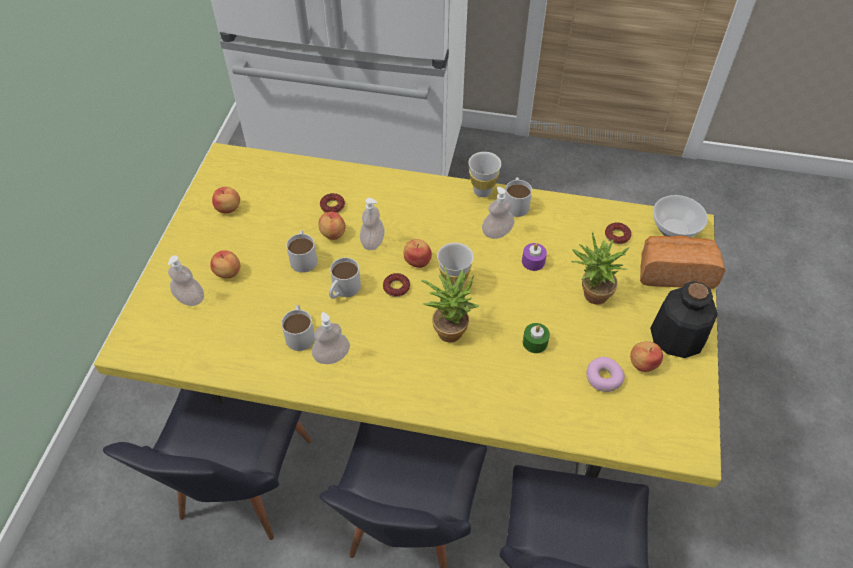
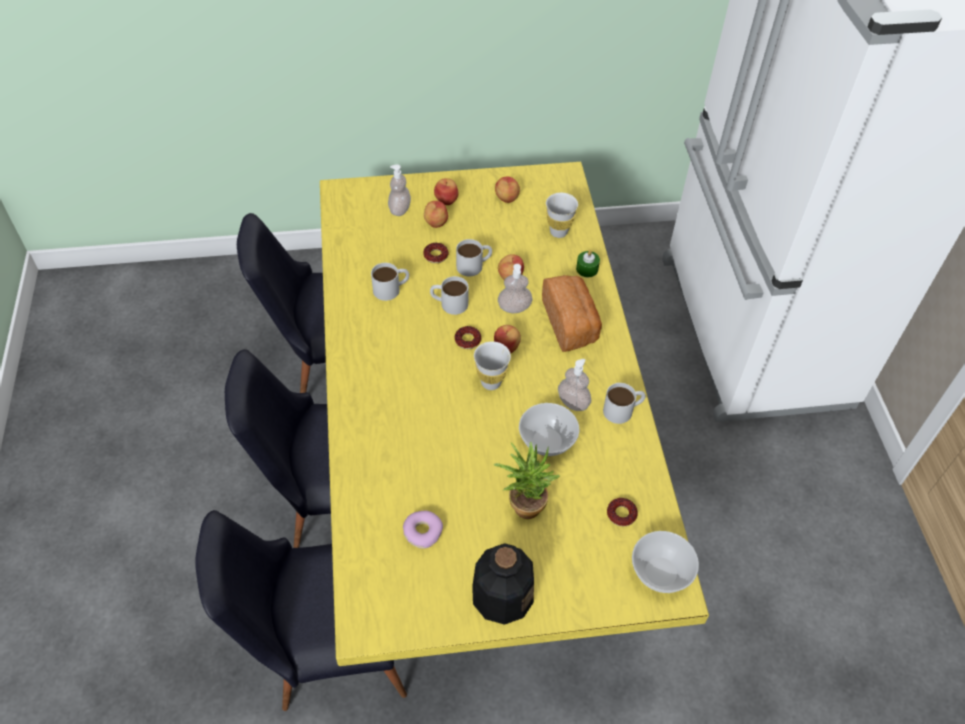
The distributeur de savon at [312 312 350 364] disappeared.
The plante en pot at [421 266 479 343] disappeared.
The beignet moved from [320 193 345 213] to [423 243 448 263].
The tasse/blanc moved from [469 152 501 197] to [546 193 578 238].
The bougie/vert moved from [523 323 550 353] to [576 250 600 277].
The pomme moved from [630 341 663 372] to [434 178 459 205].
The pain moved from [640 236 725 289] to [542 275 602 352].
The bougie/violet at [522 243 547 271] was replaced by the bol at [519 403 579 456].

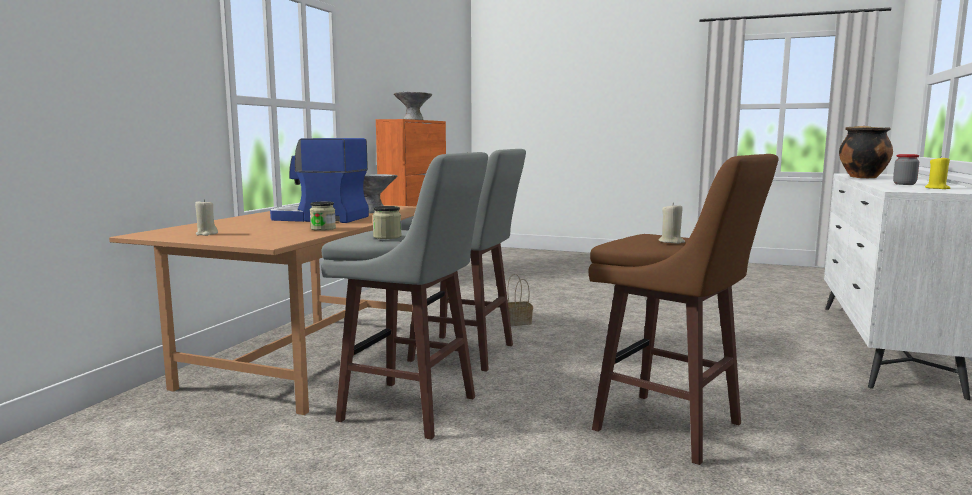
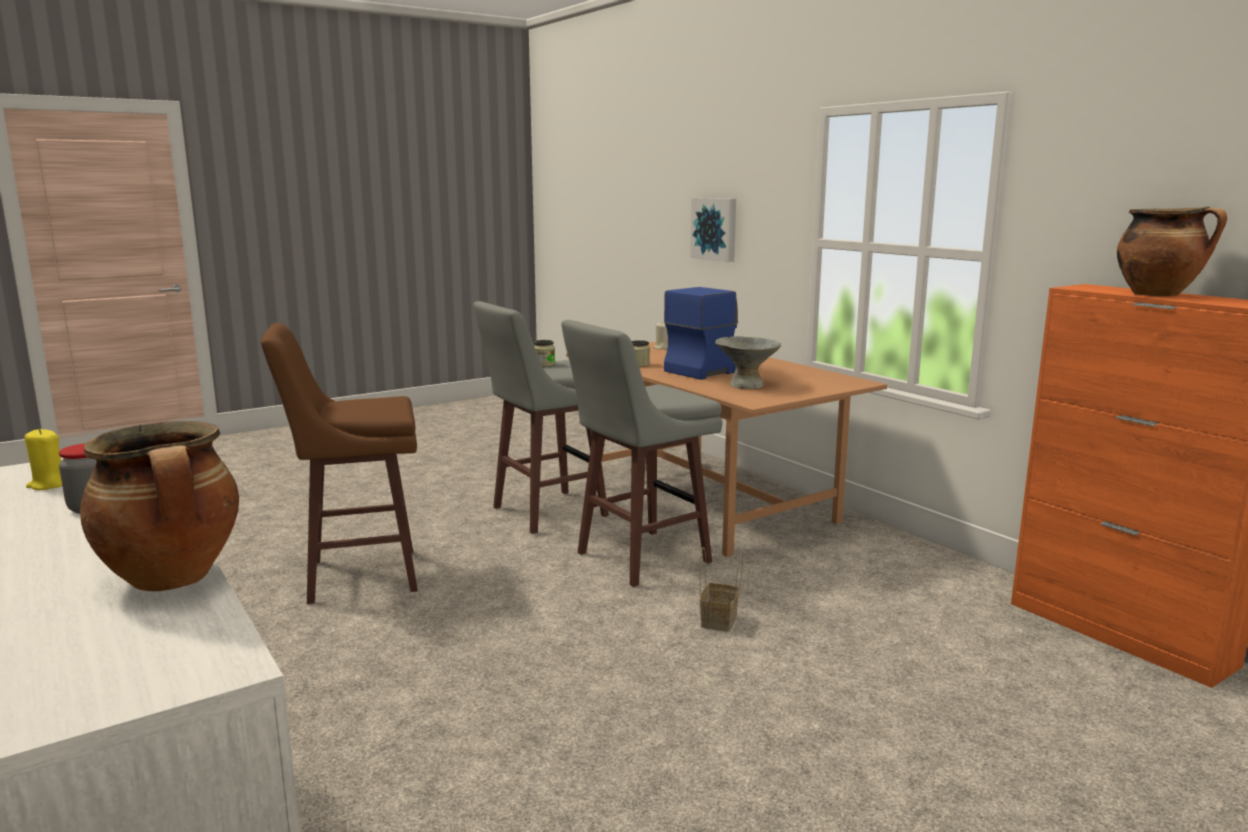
The bougie/beige at [659 203 685 244] disappeared.
The tableau at [690 198 736 262] appeared.
The bol/gris at [394 92 432 120] was replaced by the marmite at [1117 207 1227 297].

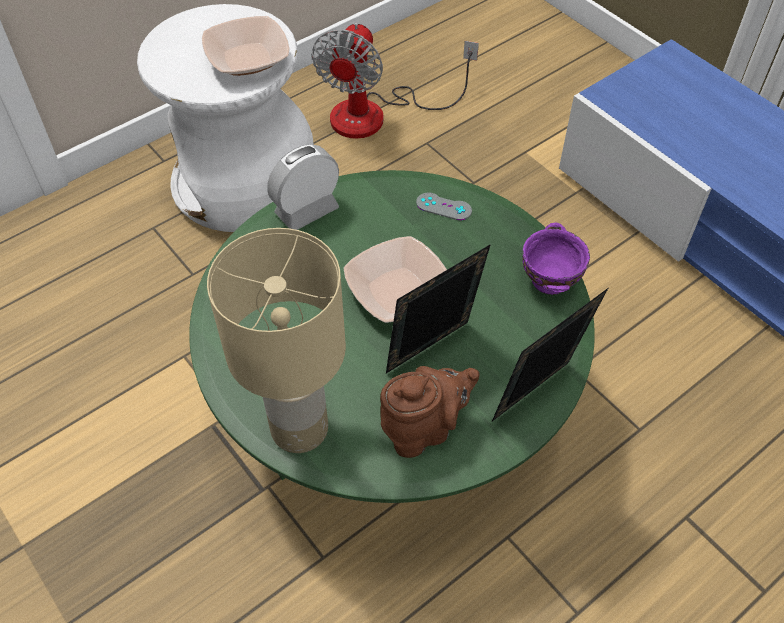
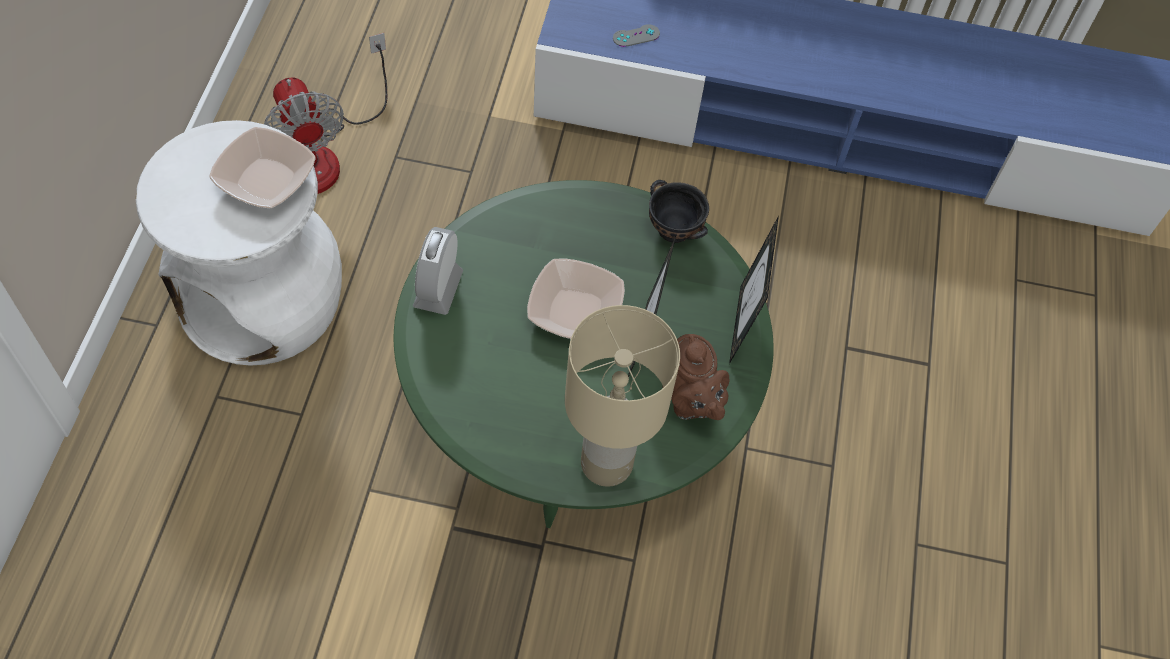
The manette/gris moved from [416 193 472 220] to [613 24 660 47].
The bol/violet at [522 223 590 295] became the bol/noir at [649 180 709 243].
The théière/marron at [380 366 480 458] turned 135 degrees clockwise.

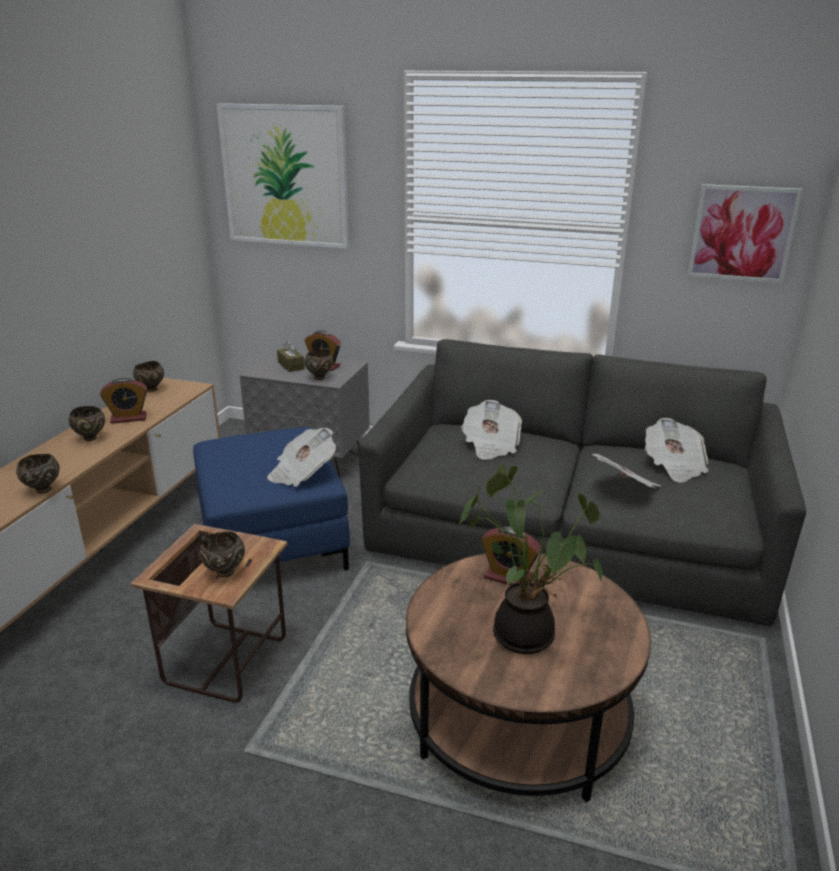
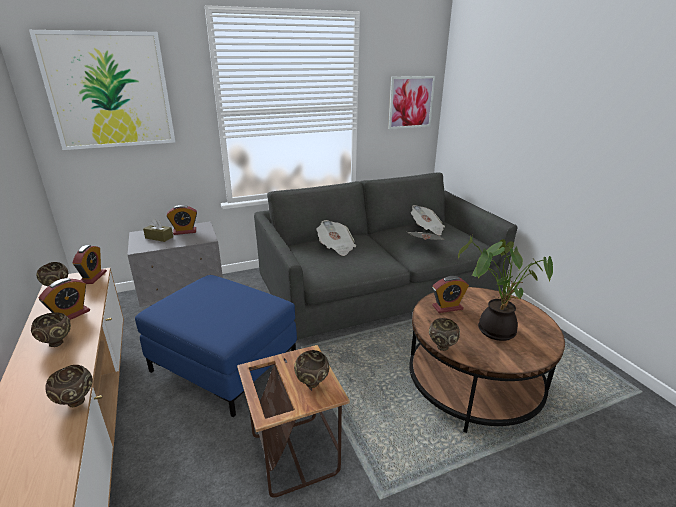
The journal at [267 428 336 487] disappeared.
The réveil at [72 245 107 284] appeared.
The bol/marron moved from [304 350 333 380] to [429 318 460 351].

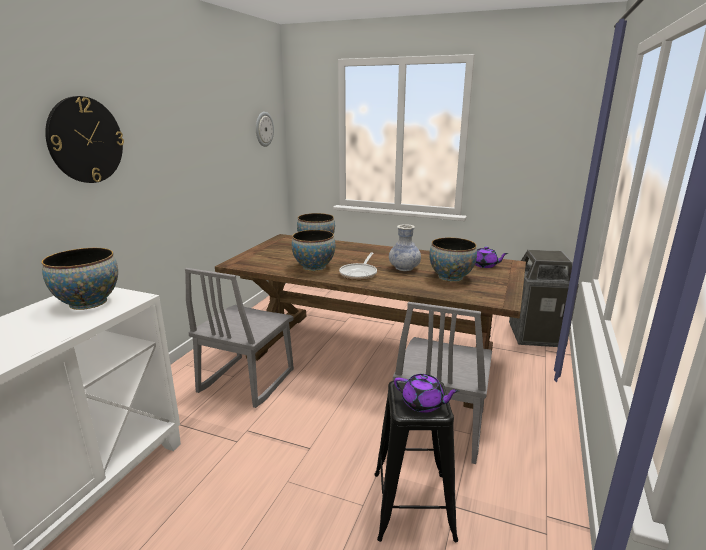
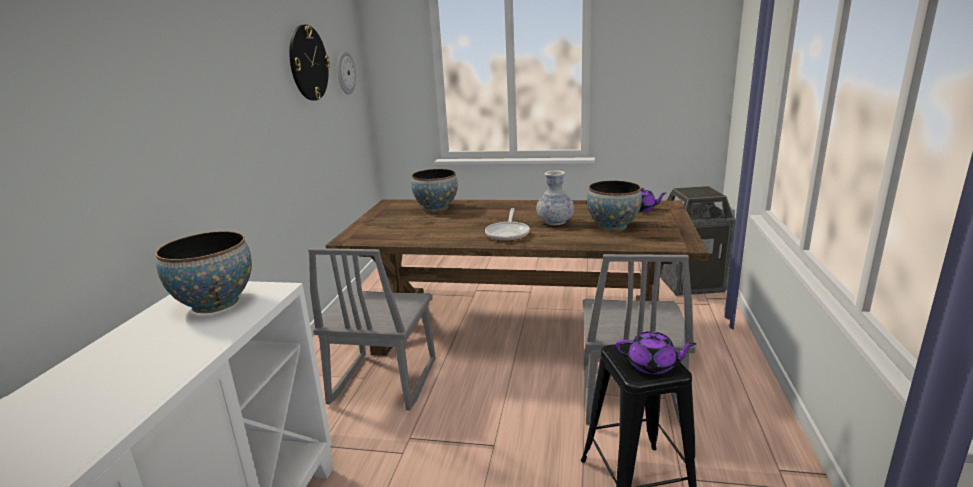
The bol at [292 230 335 271] disappeared.
The horloge murale moved from [45 96 124 183] to [289 25 330 101].

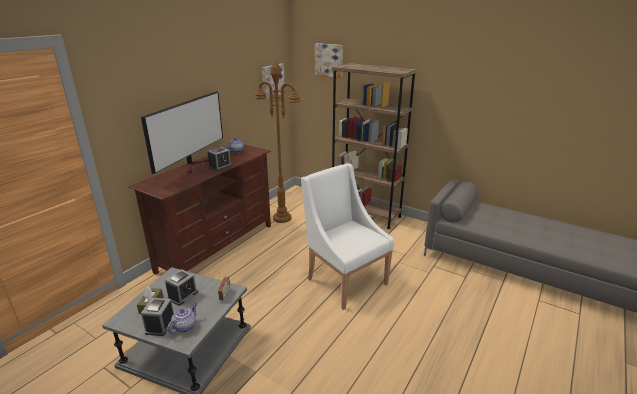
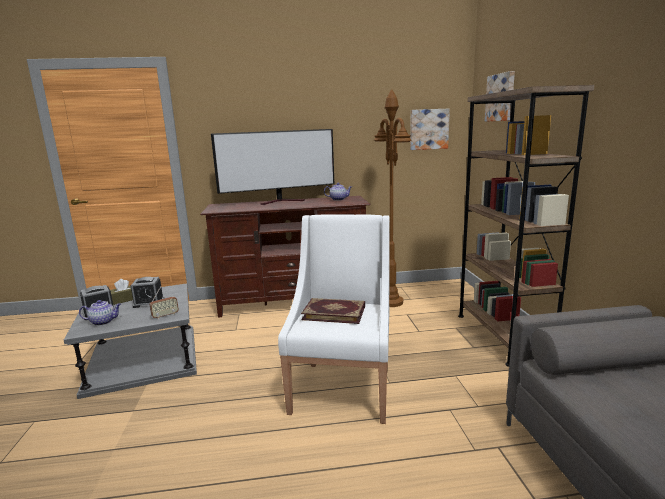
The réveil at [208 147 232 171] disappeared.
The livre at [301 298 365 324] appeared.

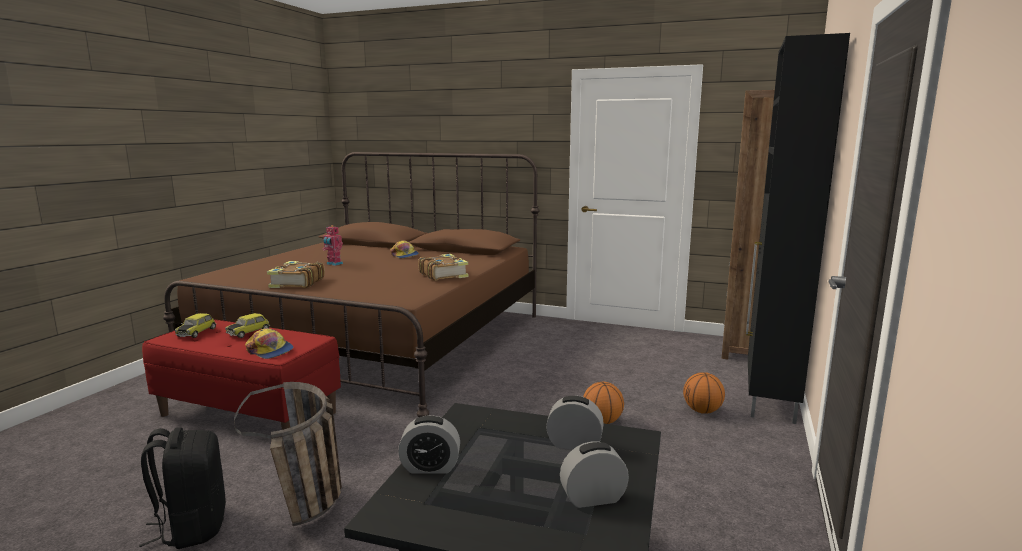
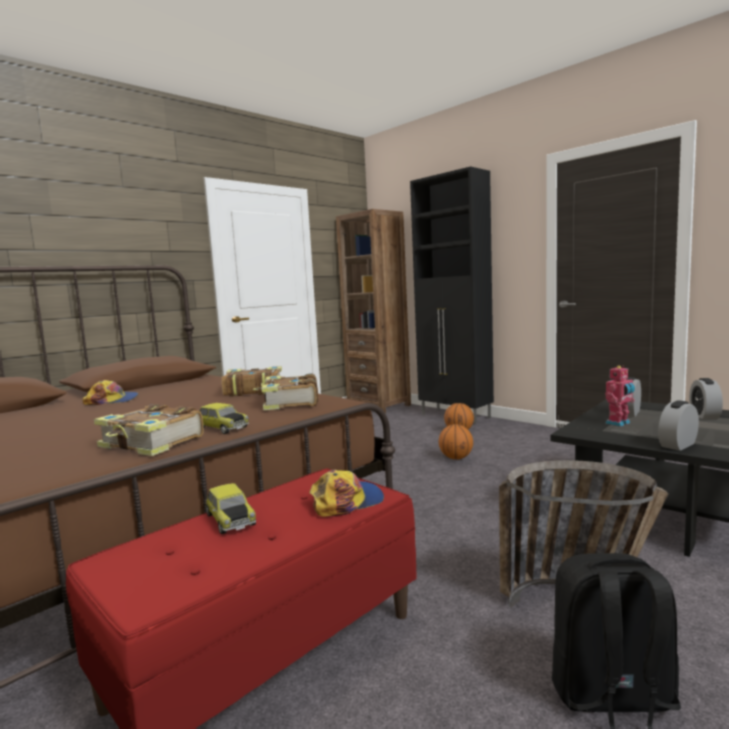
The livre at [253 373 318 410] appeared.
The petite voiture moved from [175 313 216 338] to [200 403 249 434].
The robot jouet moved from [323 225 343 266] to [605 366 635 427].
The réveil at [398 415 460 474] turned 150 degrees counterclockwise.

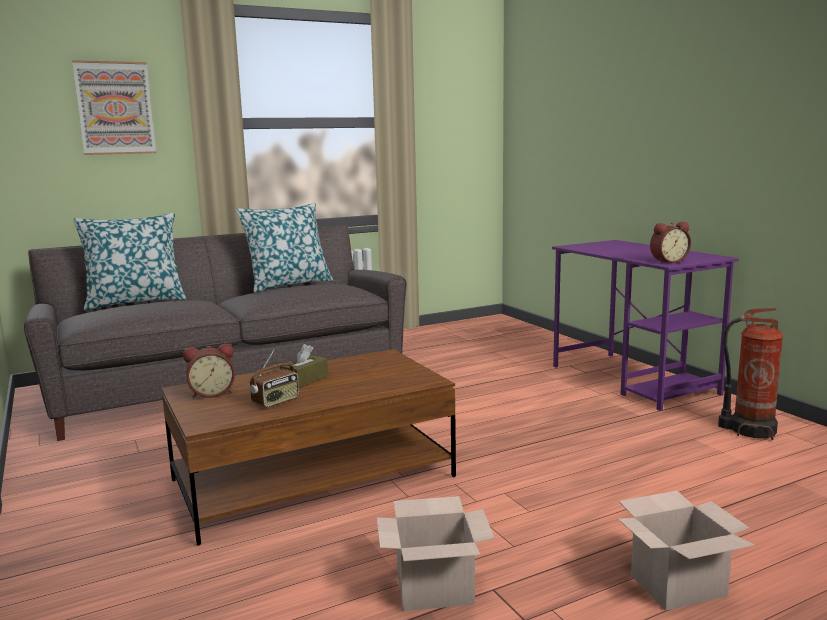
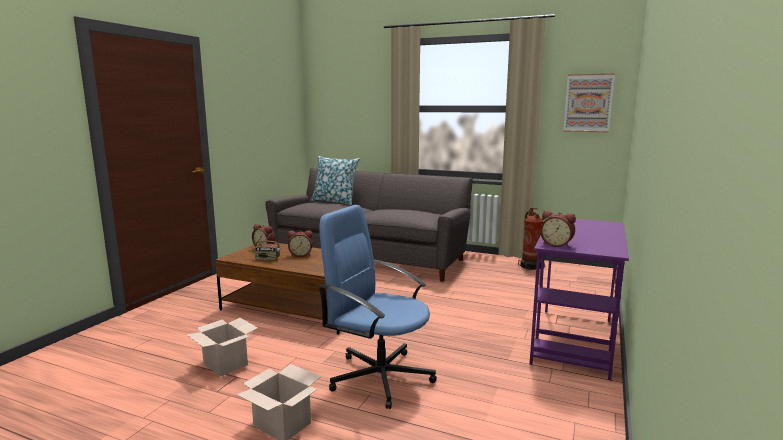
The coussin at [235 203 333 293] disappeared.
The chaise de bureau/bleu at [318 205 437 409] appeared.
The tableau moved from [72 60 156 155] to [563 73 615 133].
The extincteur moved from [718 308 784 440] to [518 208 545 270].
The boîte à mouchoirs/marron at [280 344 328 388] was replaced by the réveil at [288 230 313 257].

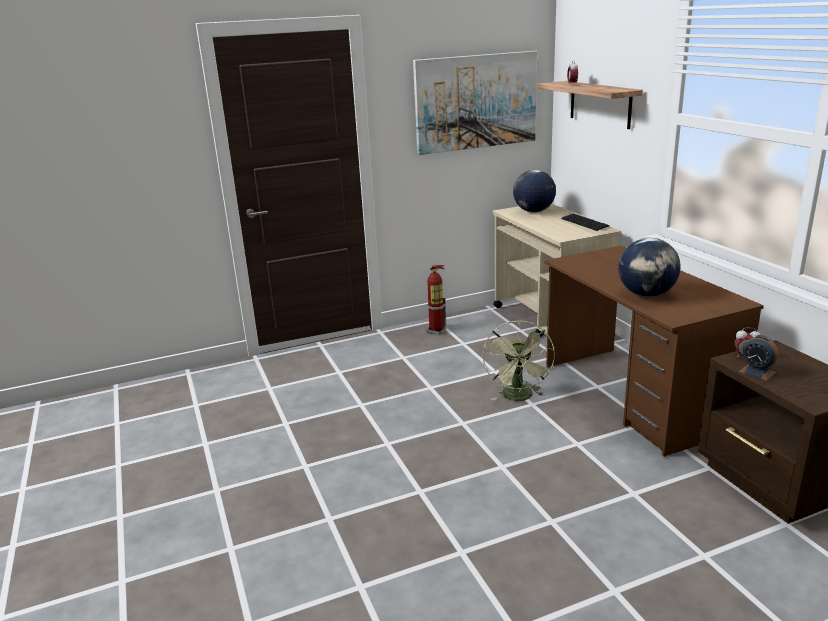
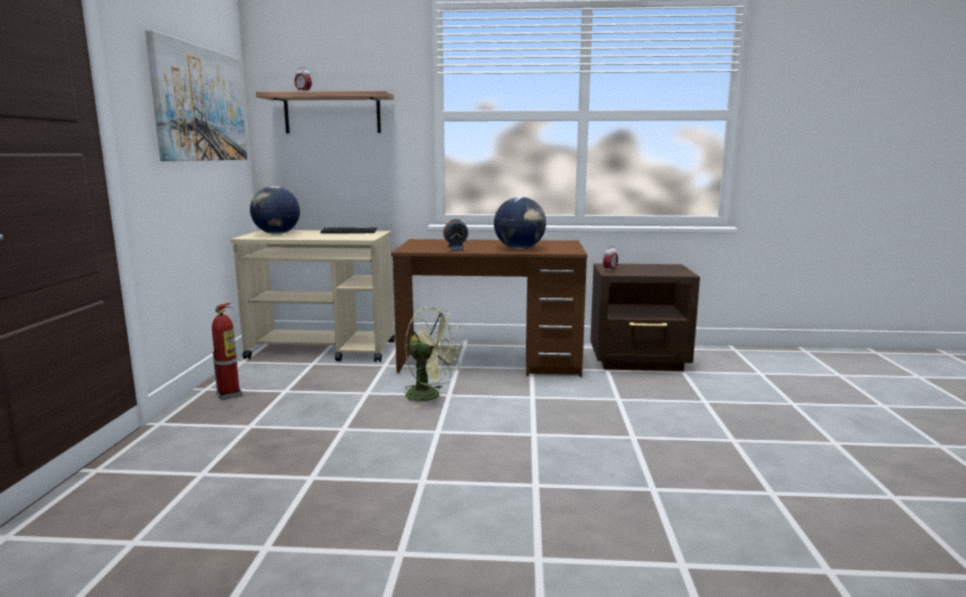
The réveil moved from [739 335 779 381] to [443 219 468 251].

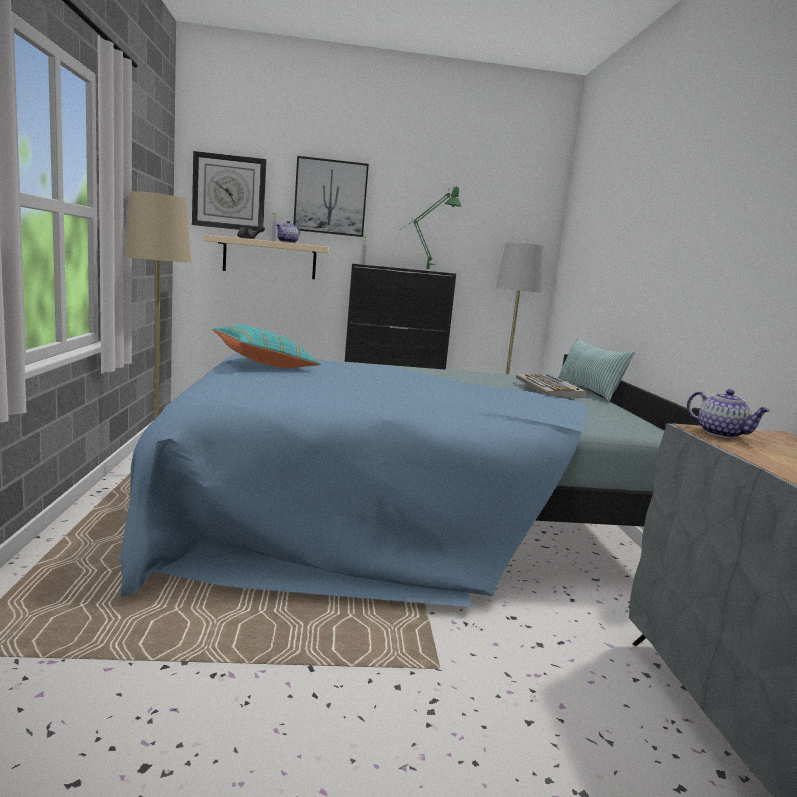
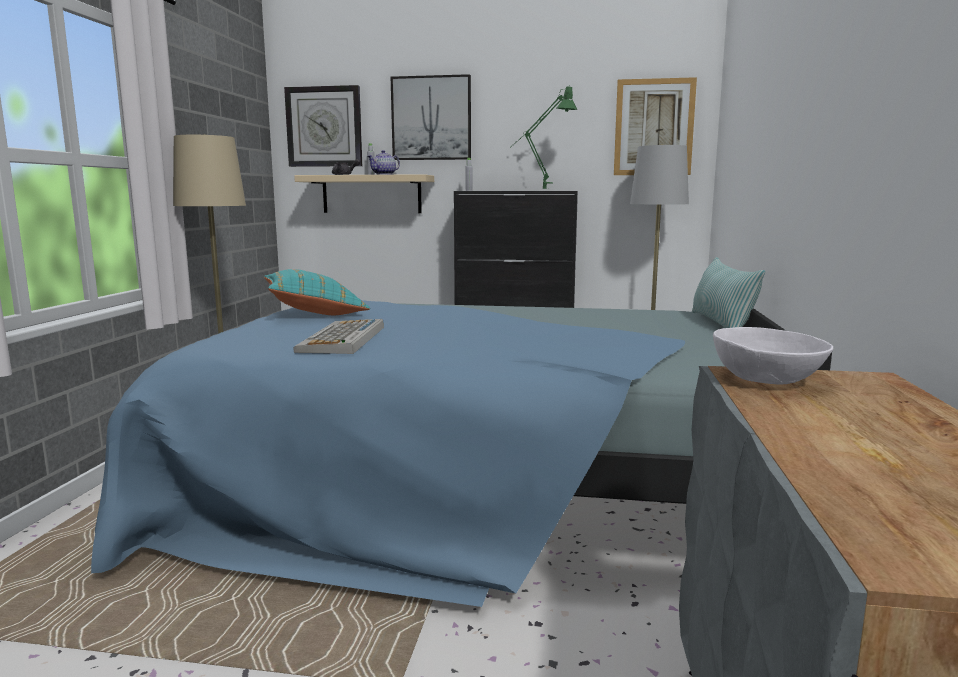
The tableau at [614 77 697 175] appeared.
The clavier moved from [516 374 587 398] to [293 319 384 354].
The théière at [687 389 771 438] was replaced by the bol/blanc at [713 327 833 384].

